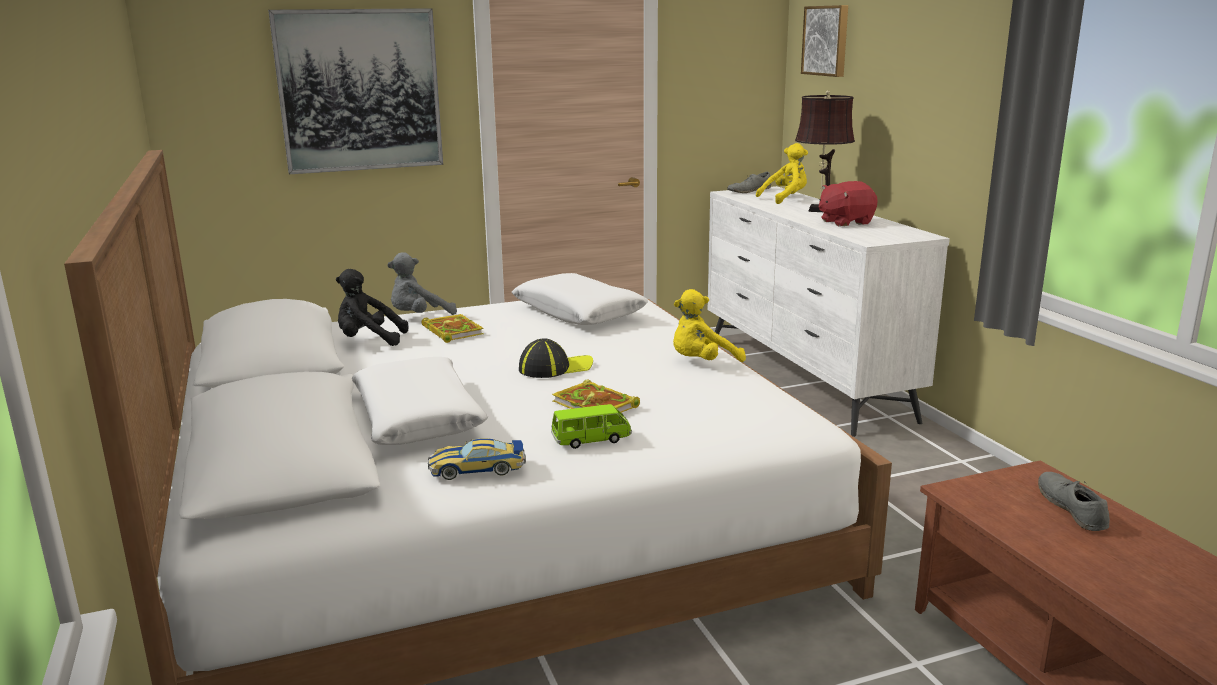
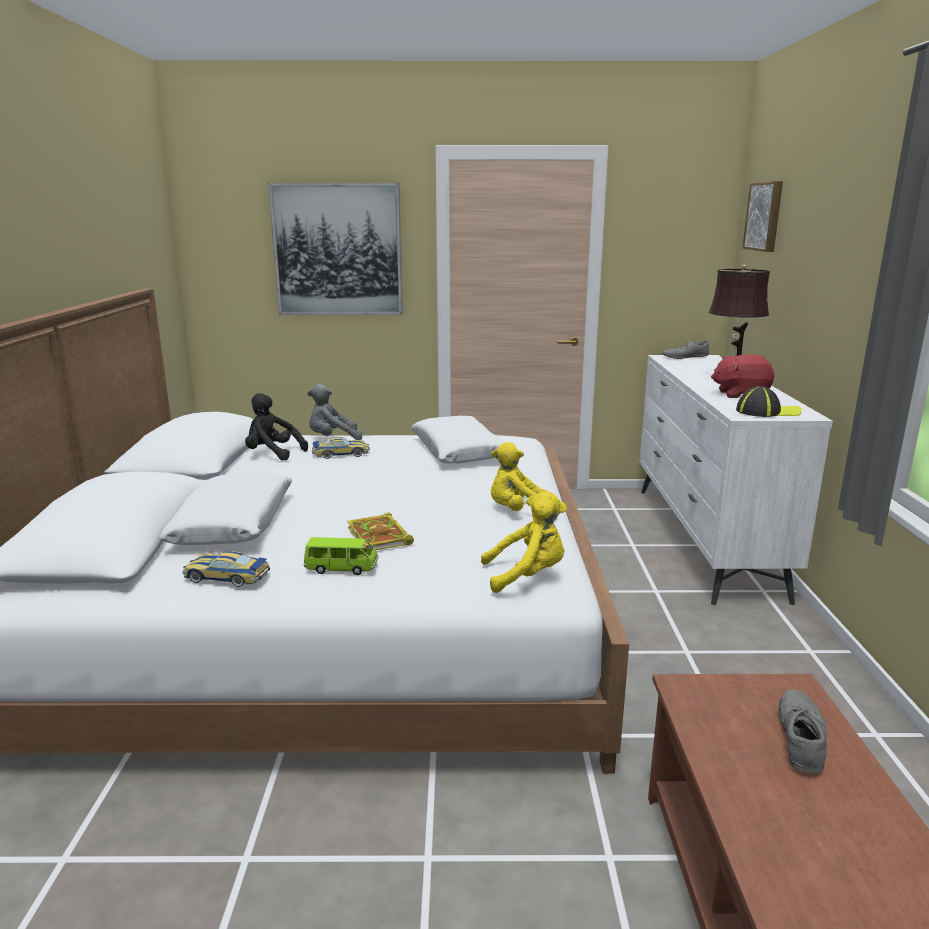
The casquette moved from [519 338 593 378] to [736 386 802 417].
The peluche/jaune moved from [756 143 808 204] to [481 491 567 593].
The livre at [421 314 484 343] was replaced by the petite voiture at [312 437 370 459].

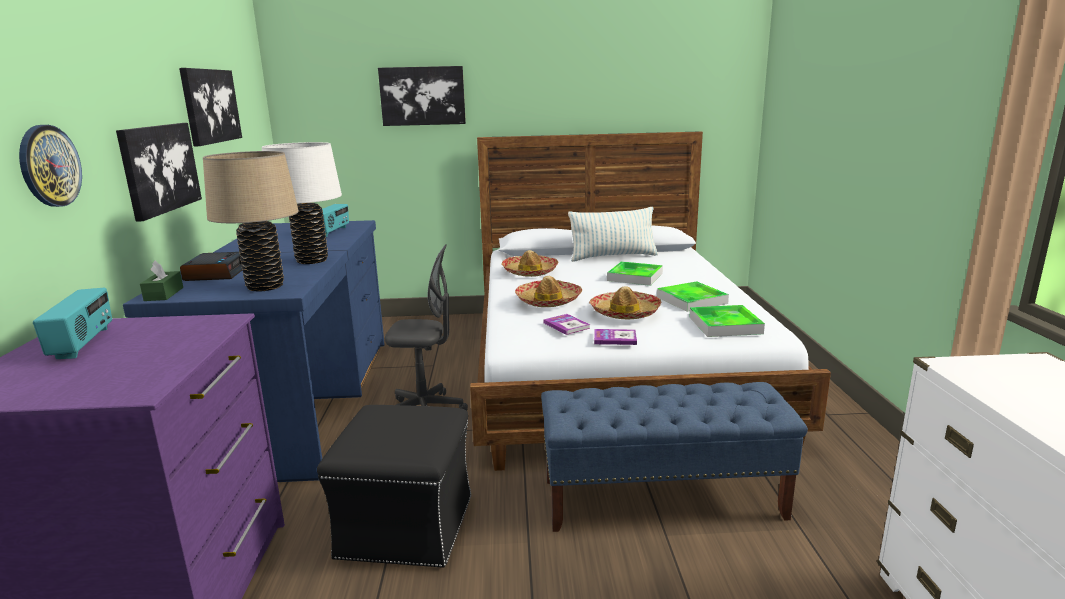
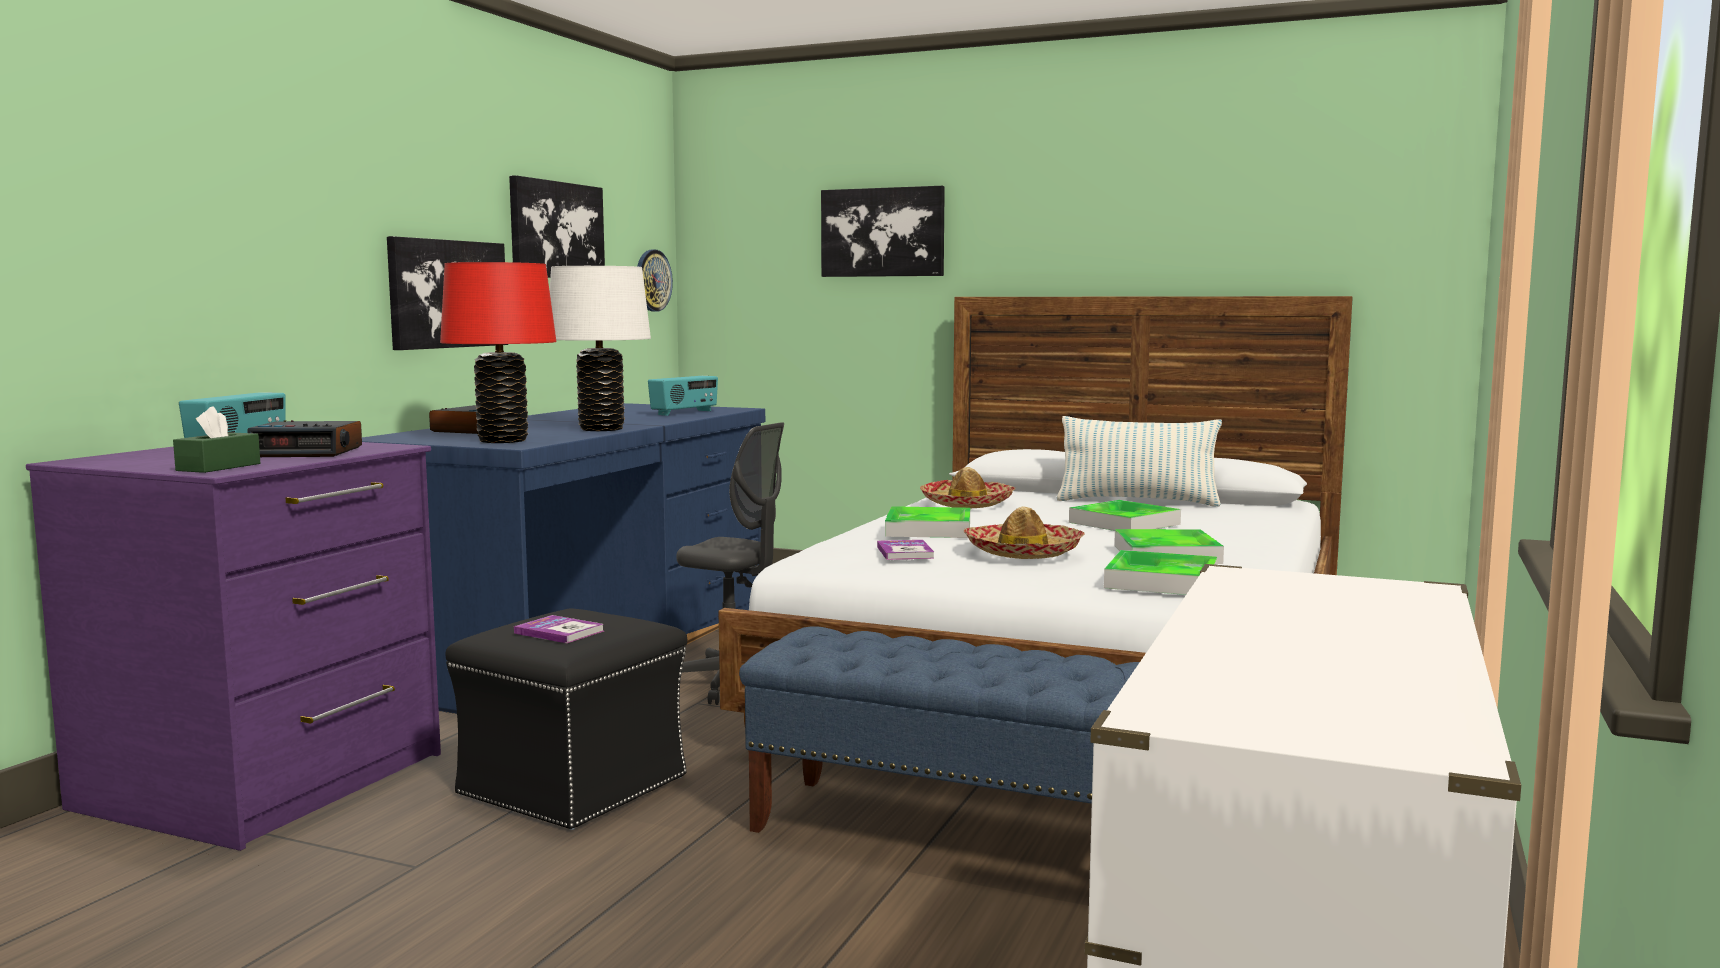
The réveil at [247 420 362 457] appeared.
The horloge murale moved from [19 125 82 207] to [637 250 673 312].
The boîte à mouchoirs/vert moved from [140 260 183 301] to [173 406 260 473].
The livre moved from [594 329 637 345] to [514 615 604 643].
The chapeau at [515 276 582 307] was replaced by the plateau at [885 506 970 538].
The lampe de table/beige at [203 151 299 291] became the lampe de table/rouge at [440 262 556 443].

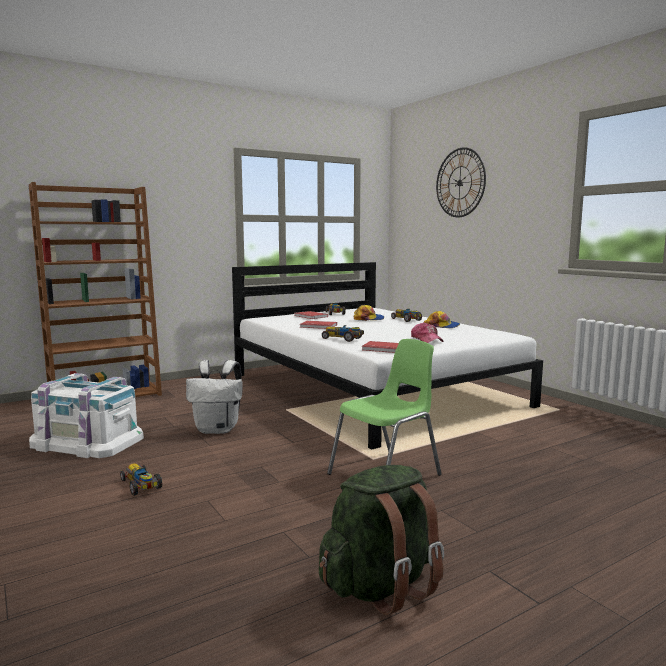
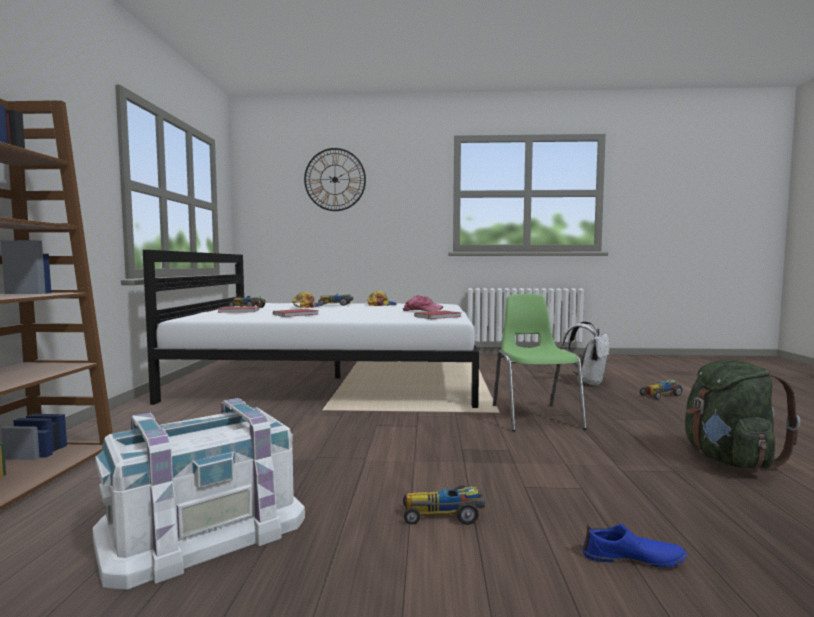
The chaussure/bleu at [582 524 687 568] appeared.
The sac à dos/blanc moved from [186 360 243 434] to [560 321 610 386].
The petite voiture moved from [322 325 364 342] to [640 380 682 399].

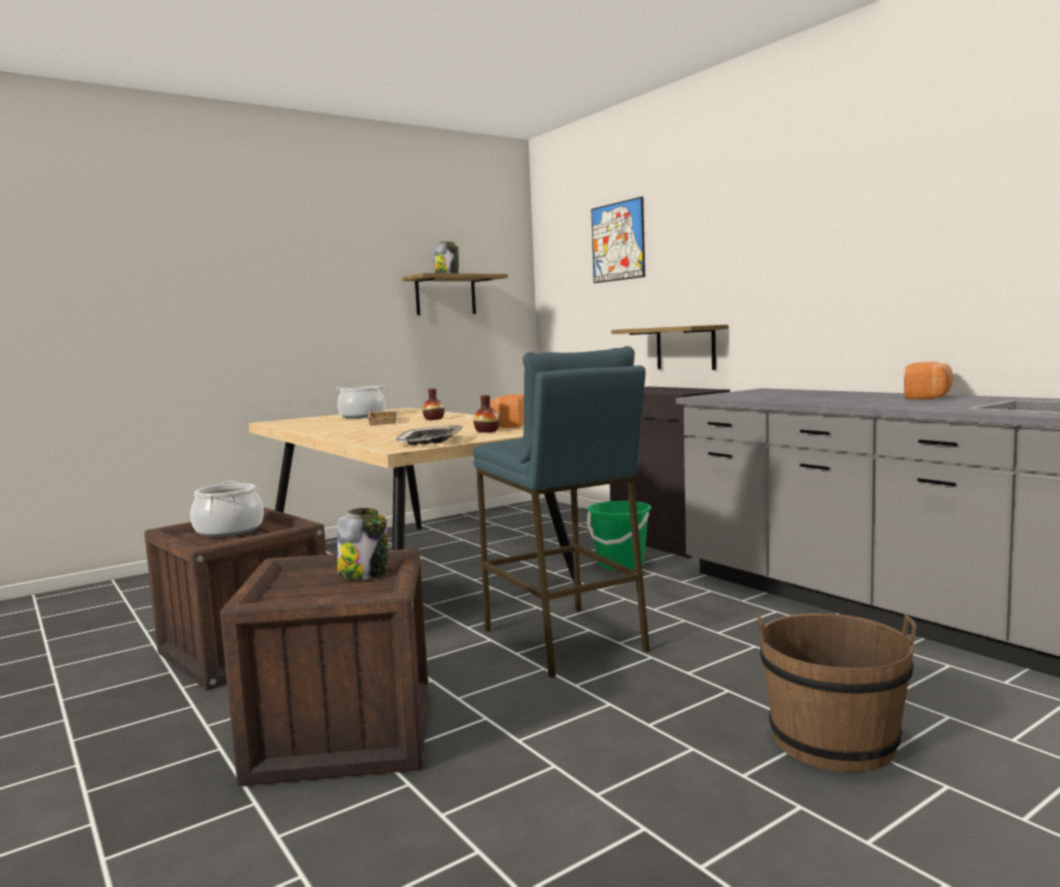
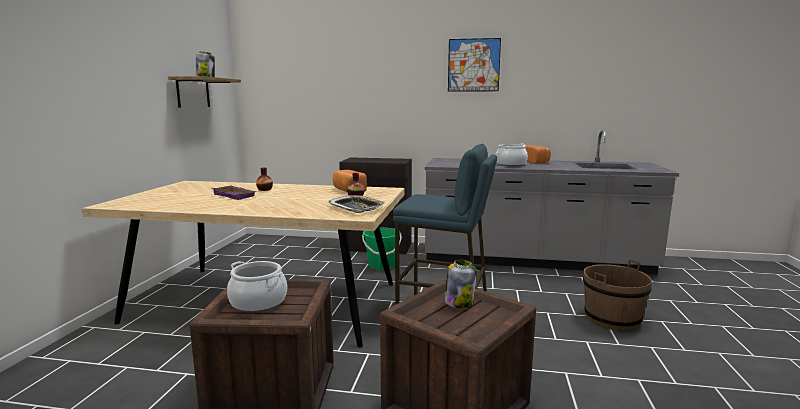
The étagère at [611 325 728 370] disappeared.
The marmite moved from [335 385 385 418] to [496 144 528 167].
The tableau moved from [591 197 645 283] to [448 38 501 92].
The plateau/beige at [367 411 399 426] became the plateau/violet at [212 186 257 200].

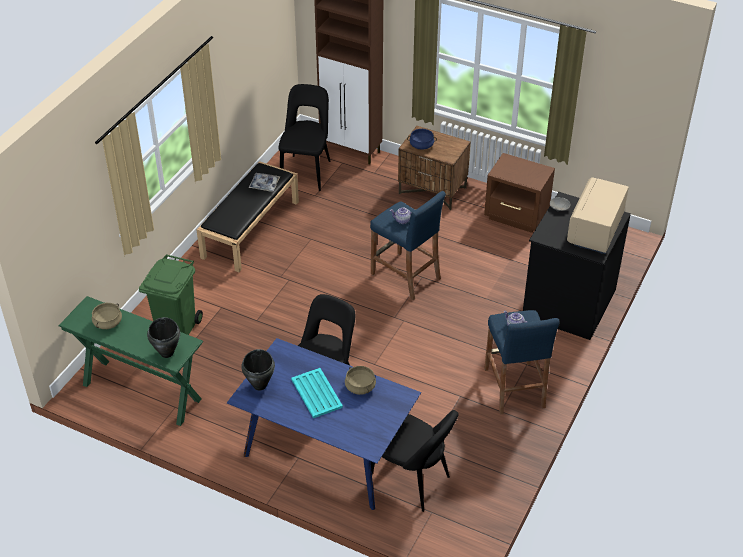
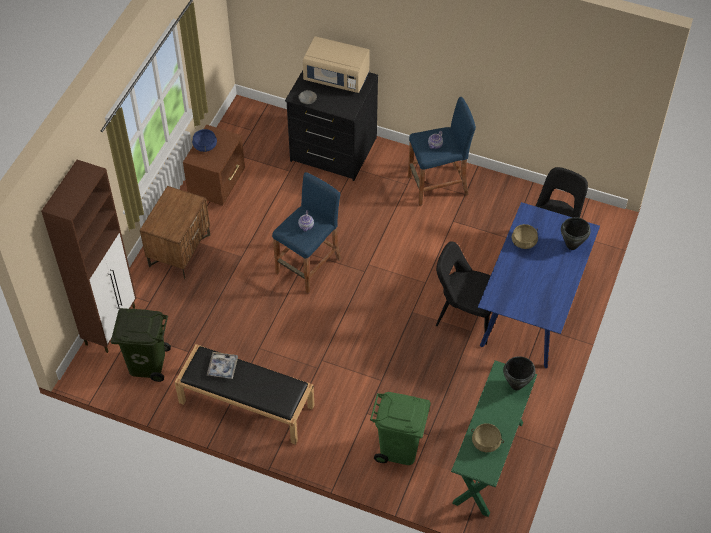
The plateau/turquoise at [291 368 343 418] disappeared.
The marmite/noir moved from [241 349 275 391] to [561 217 591 250].
The marmite/bleu moved from [407 129 437 150] to [192 129 217 152].
The chaise/noir at [278 84 330 191] was replaced by the poubelle/vert at [111 308 171 382].

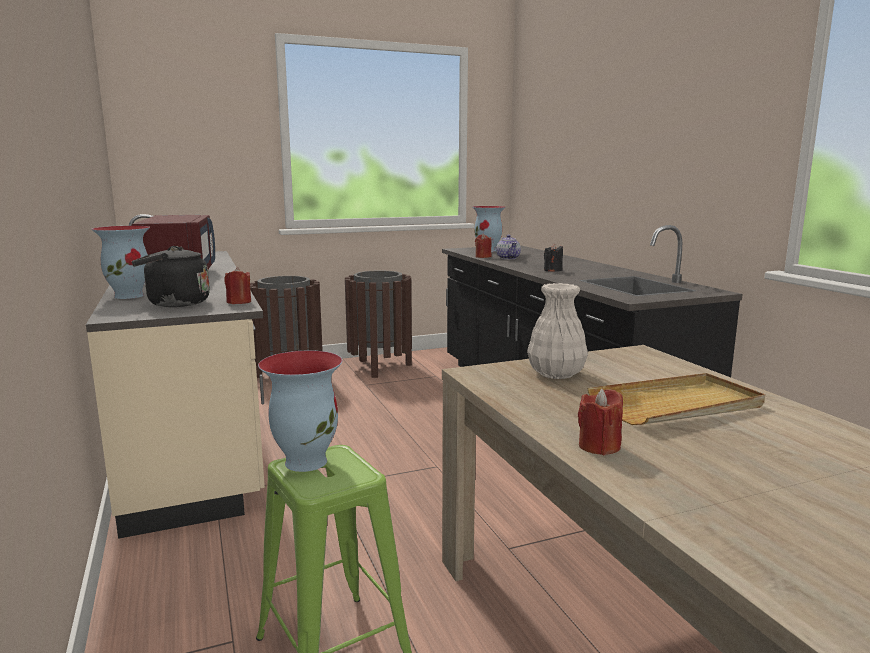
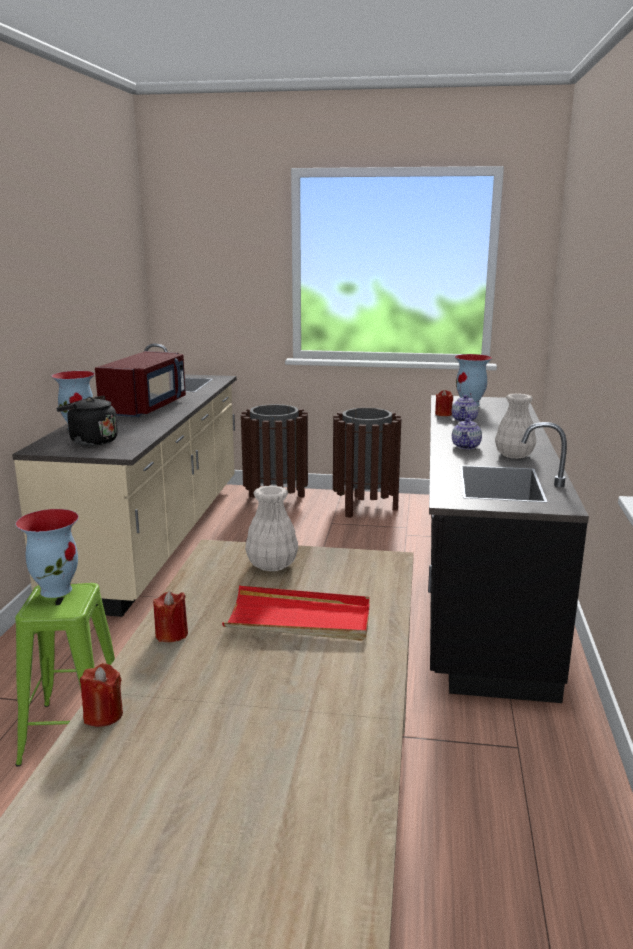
The vase/blanc at [495 393 536 459] appeared.
The bougie/rouge moved from [224 267 251 304] to [80 663 123 727].
The bougie/noir at [544 244 563 272] was replaced by the théière at [452 418 482 449].
The plateau/beige at [587 373 765 425] became the plateau/rouge at [222 585 370 641].

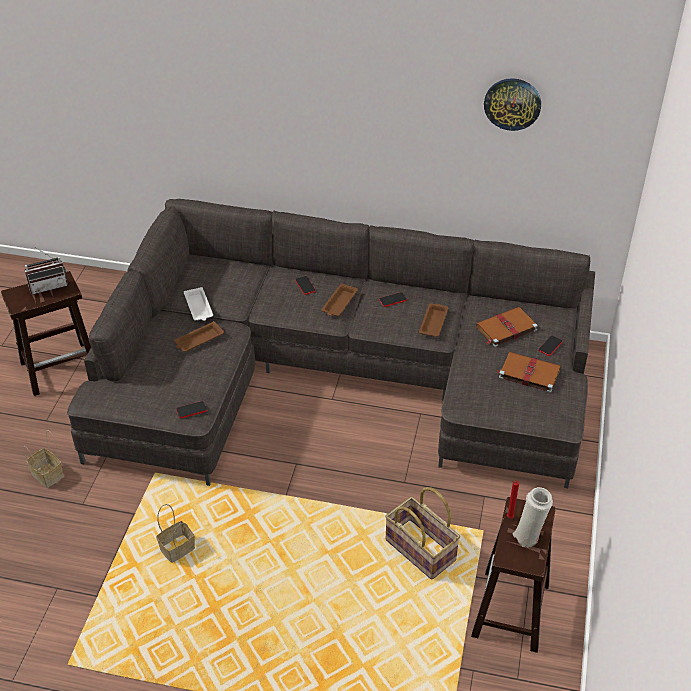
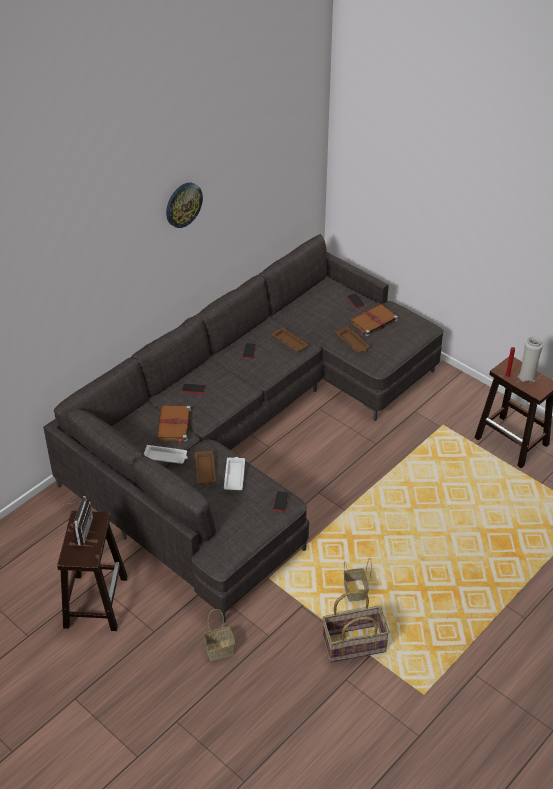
The plateau/blanc at [224 457 245 490] appeared.
The plateau/marron moved from [321 283 358 316] to [336 326 370 353].
The panier moved from [385 487 460 580] to [322 591 390 663].
The livre/marron moved from [476 307 538 347] to [157 405 191 444].
The horloge murale moved from [484 78 541 131] to [166 183 203 228].

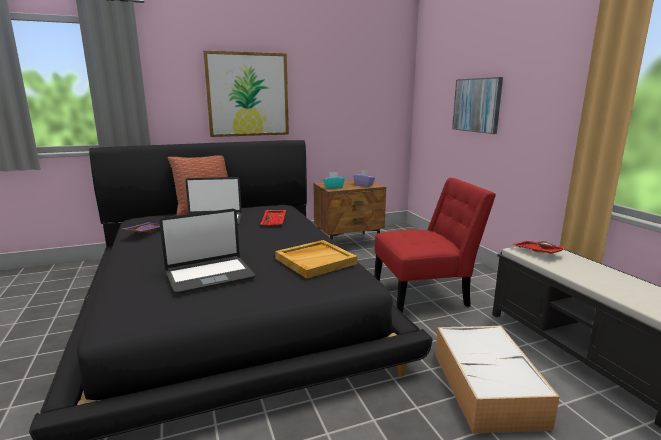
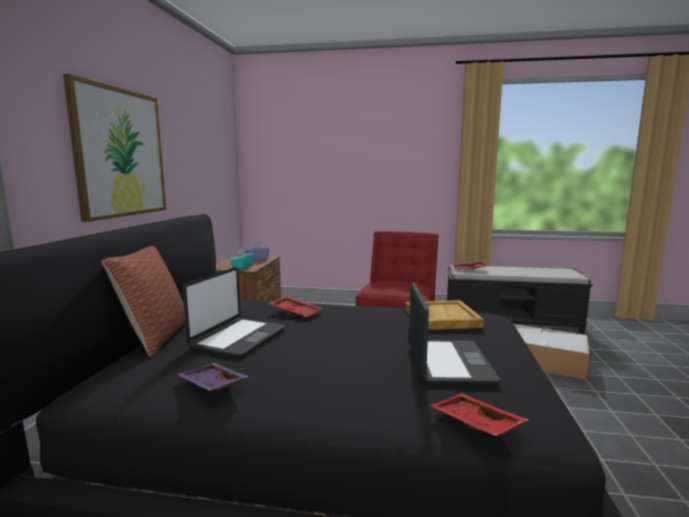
The tableau at [452 77 503 134] disappeared.
The plateau/rouge at [430 394 529 436] appeared.

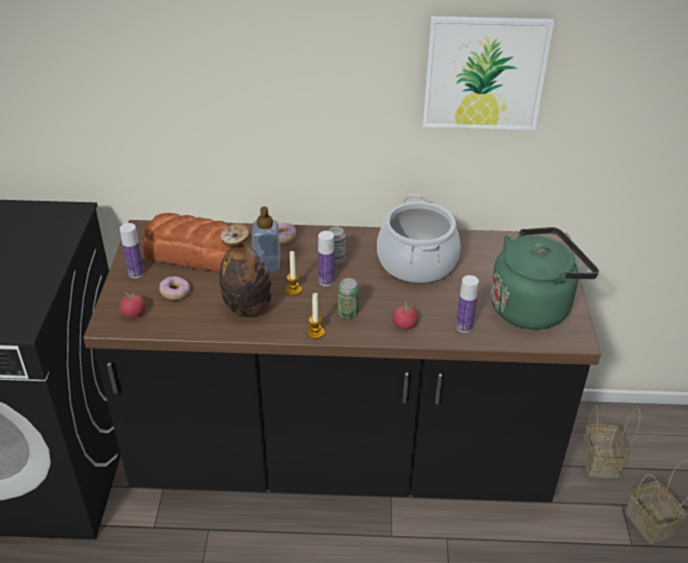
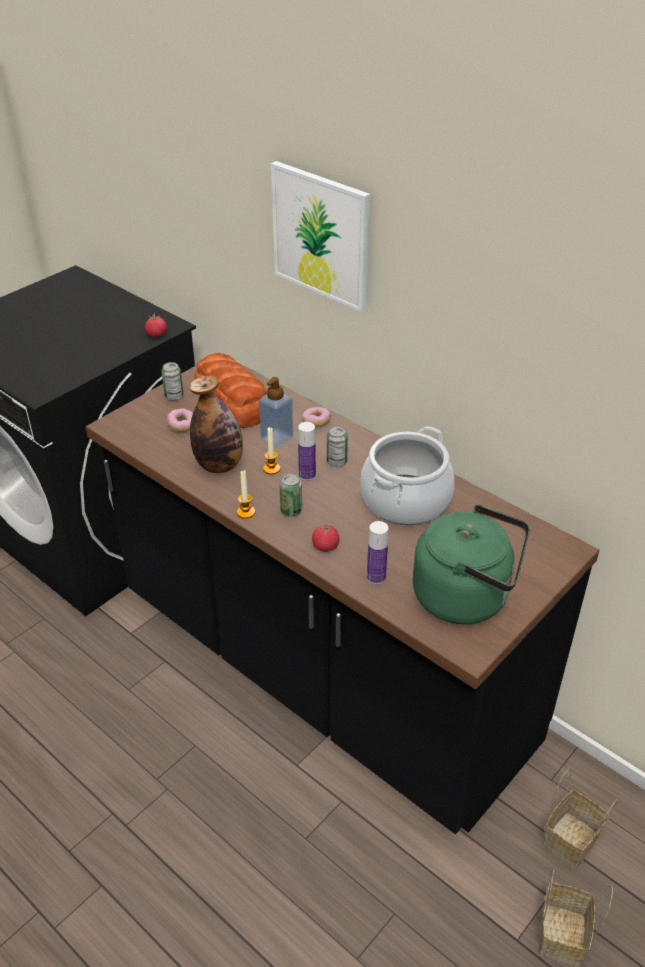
The tomate moved from [120 292 145 318] to [145 313 167 337].
The tableau moved from [422 16 554 130] to [271 161 370 312].
The bouteille at [120 223 144 278] was replaced by the boîte métallique at [161 362 183 401].

